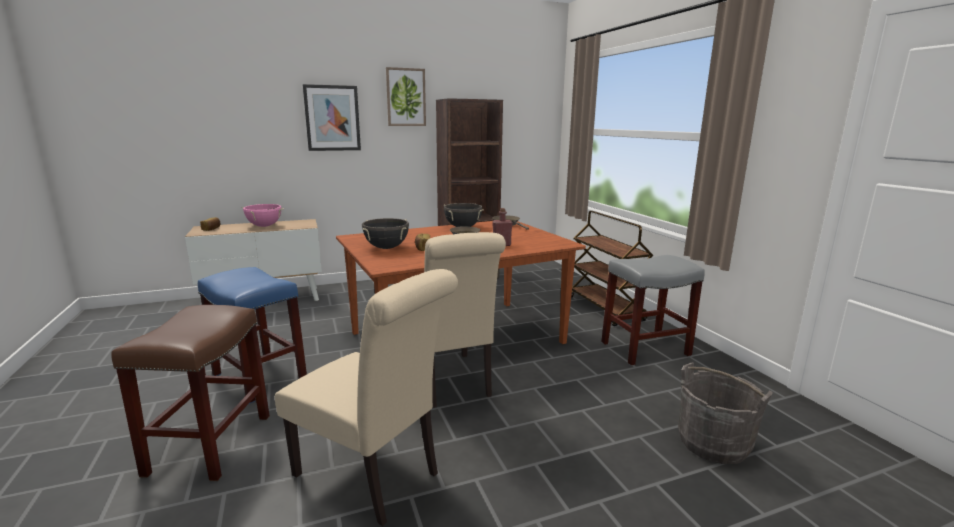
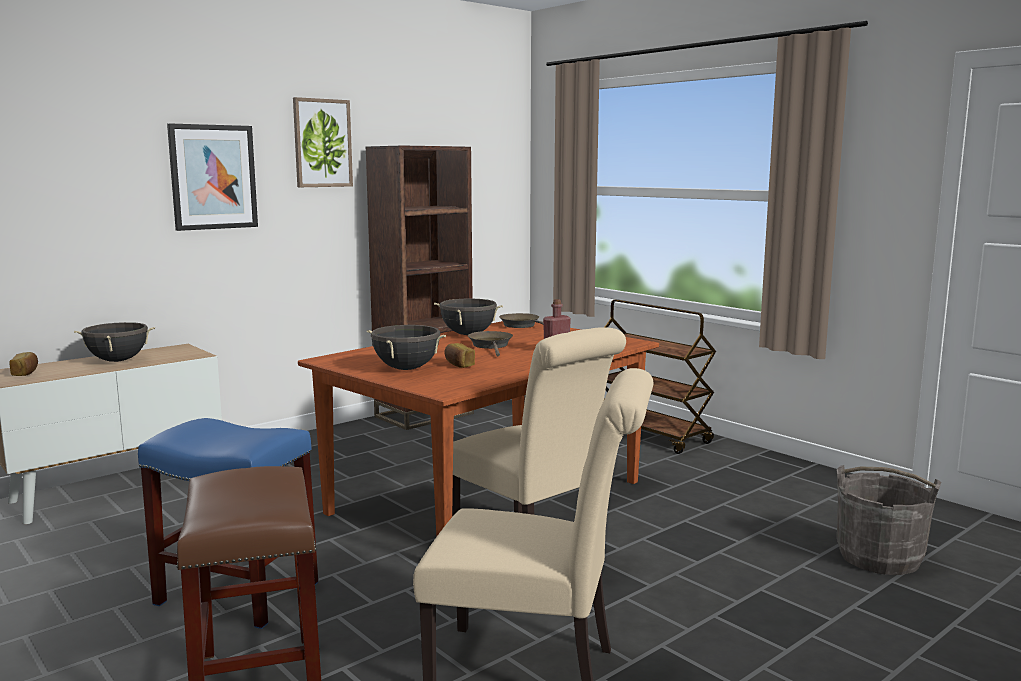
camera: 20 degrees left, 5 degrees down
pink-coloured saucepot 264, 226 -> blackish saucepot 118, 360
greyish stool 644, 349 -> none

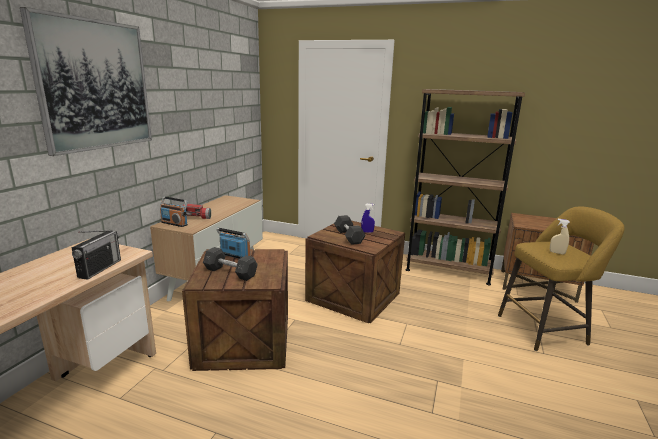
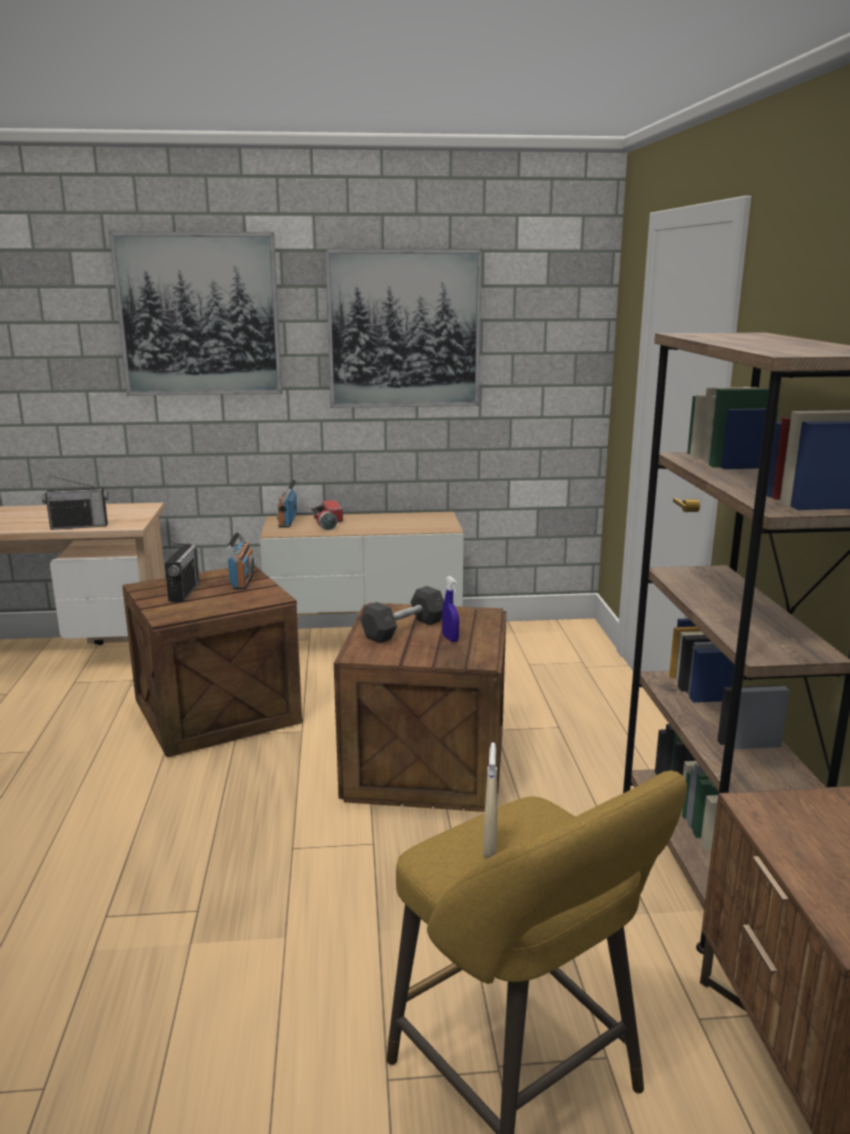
camera: 65 degrees right, 0 degrees up
greyish hand weight 230, 272 -> radio set 184, 592
none -> wall picture 404, 329

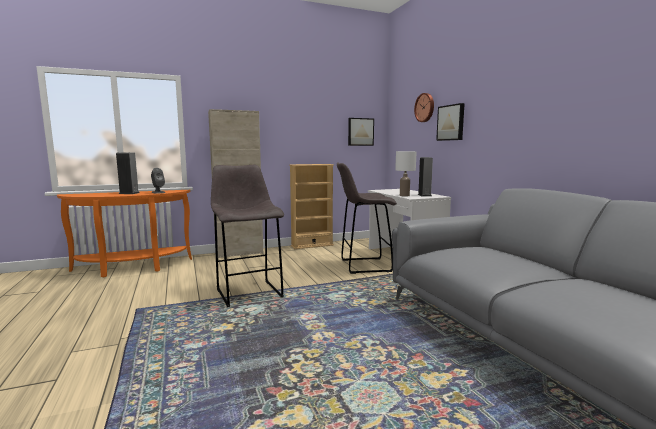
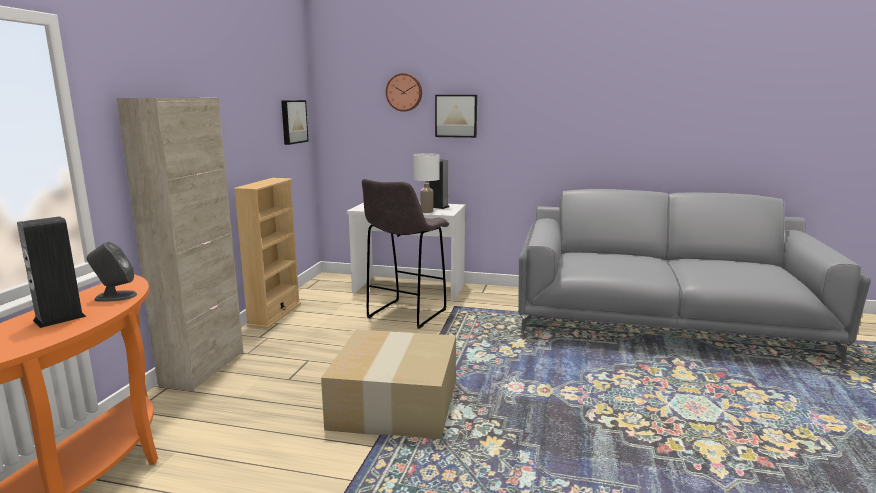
camera: 55 degrees left, 5 degrees up
greyish stool 248, 292 -> cardboard box 393, 402

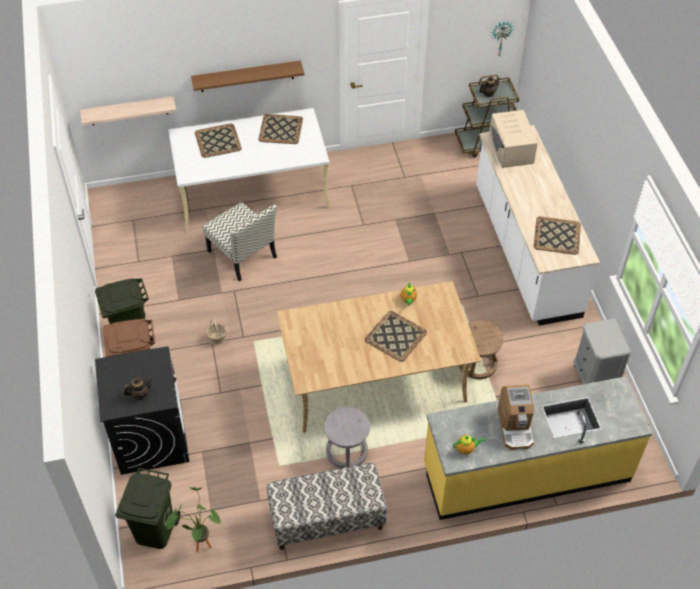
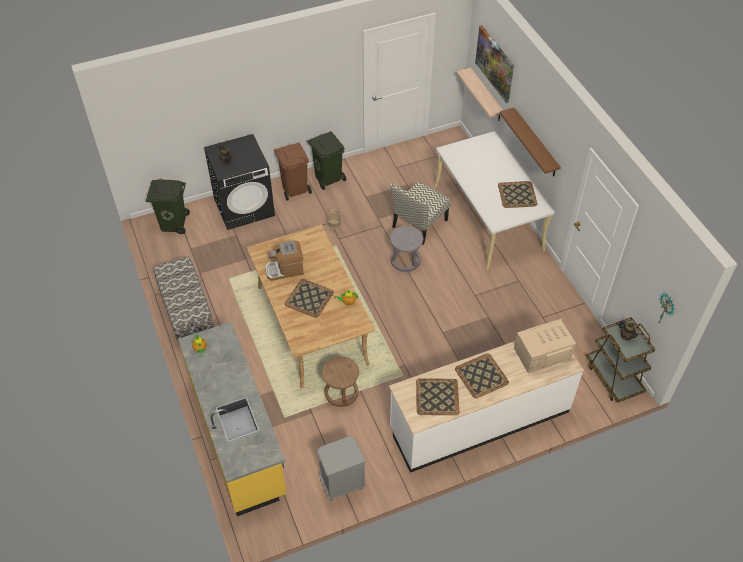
camera: 80 degrees right, 0 degrees up
serving tray 218, 141 -> serving tray 481, 376, relocated
coffee machine 515, 426 -> coffee machine 285, 270, relocated
greyish stool 346, 451 -> greyish stool 405, 260, relocated
plant in a pot 199, 543 -> none
none -> wall picture 495, 63

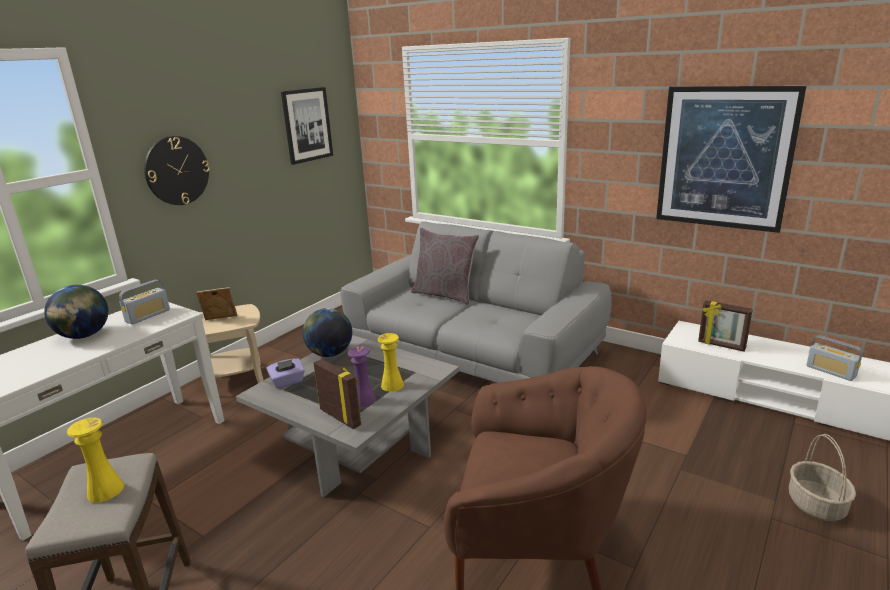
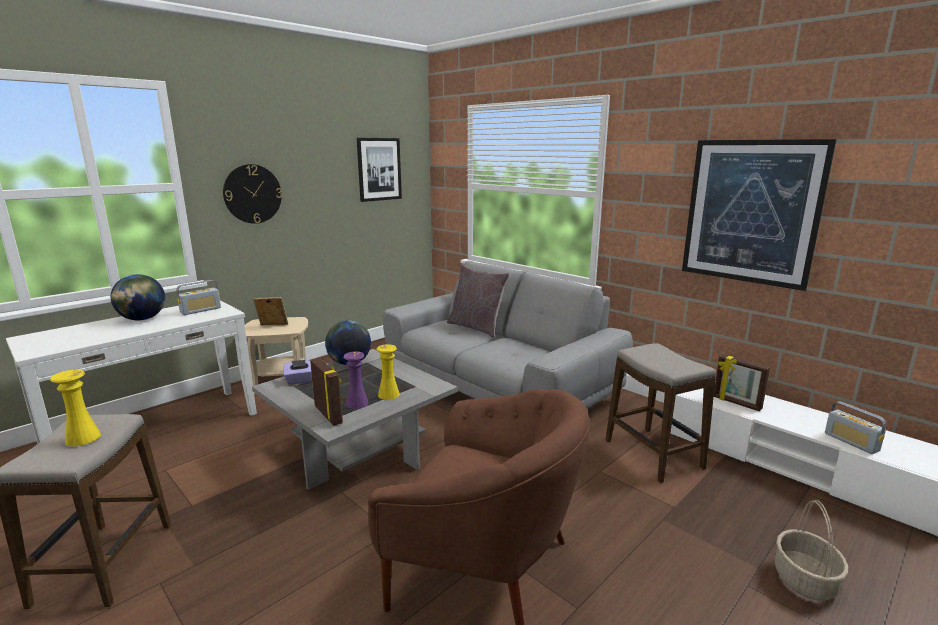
camera: 10 degrees right, 5 degrees down
none -> stool 653, 454

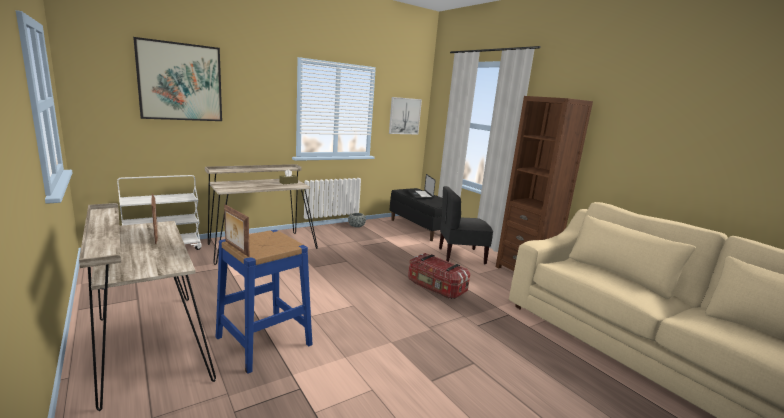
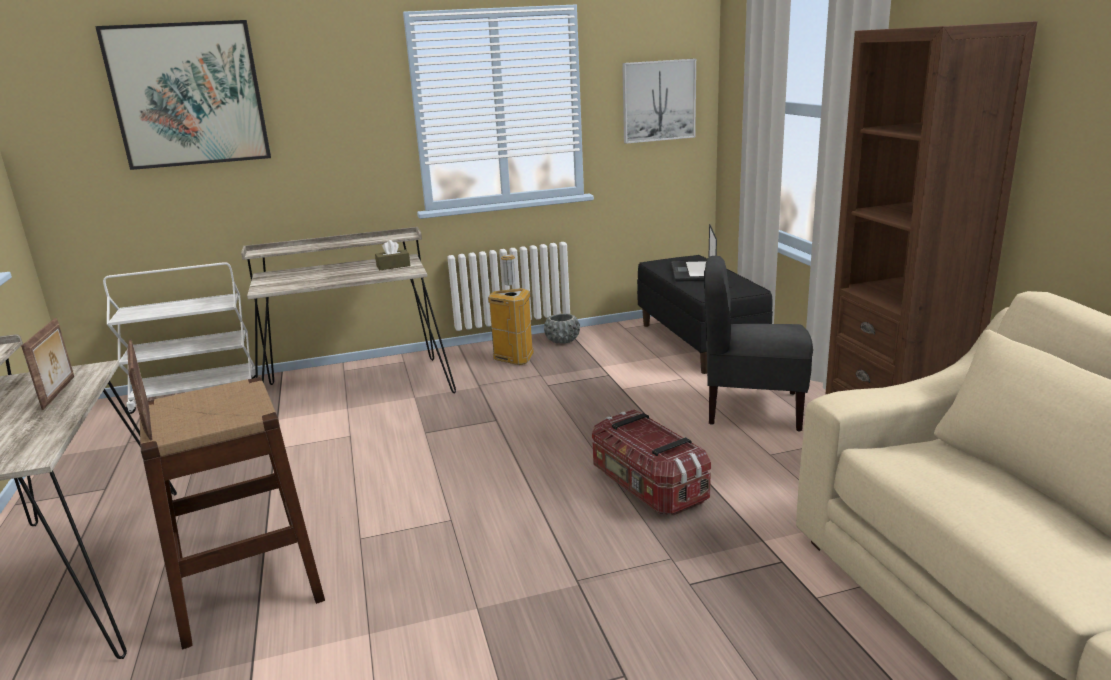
camera: 20 degrees right, 5 degrees up
blue stool 264, 341 -> brownish stool 247, 585
none -> rubbish bin 514, 359

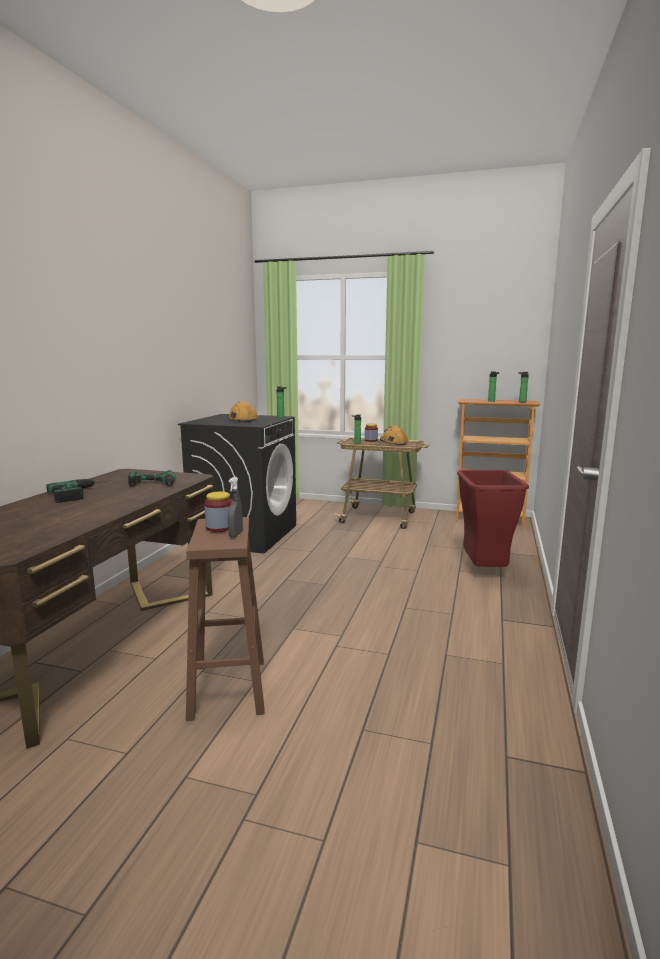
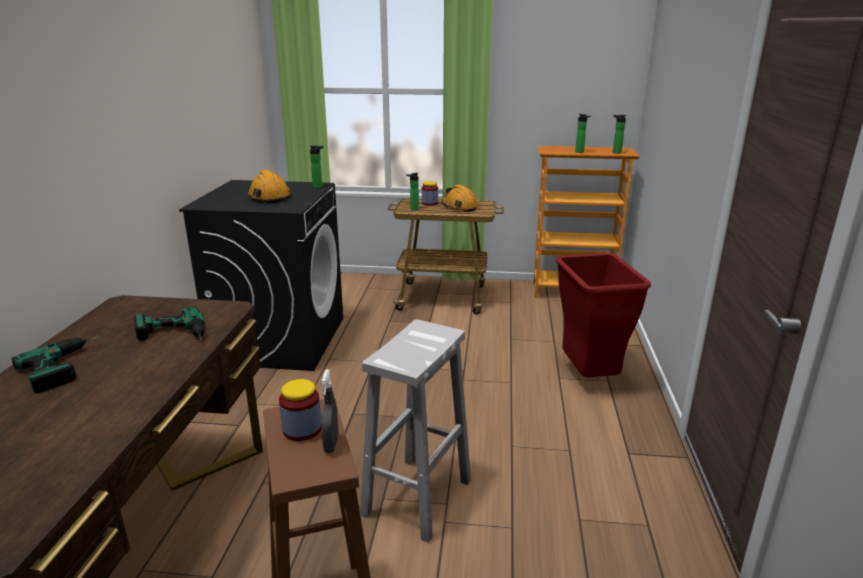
camera: 10 degrees left, 10 degrees up
none -> whitish stool 417, 498

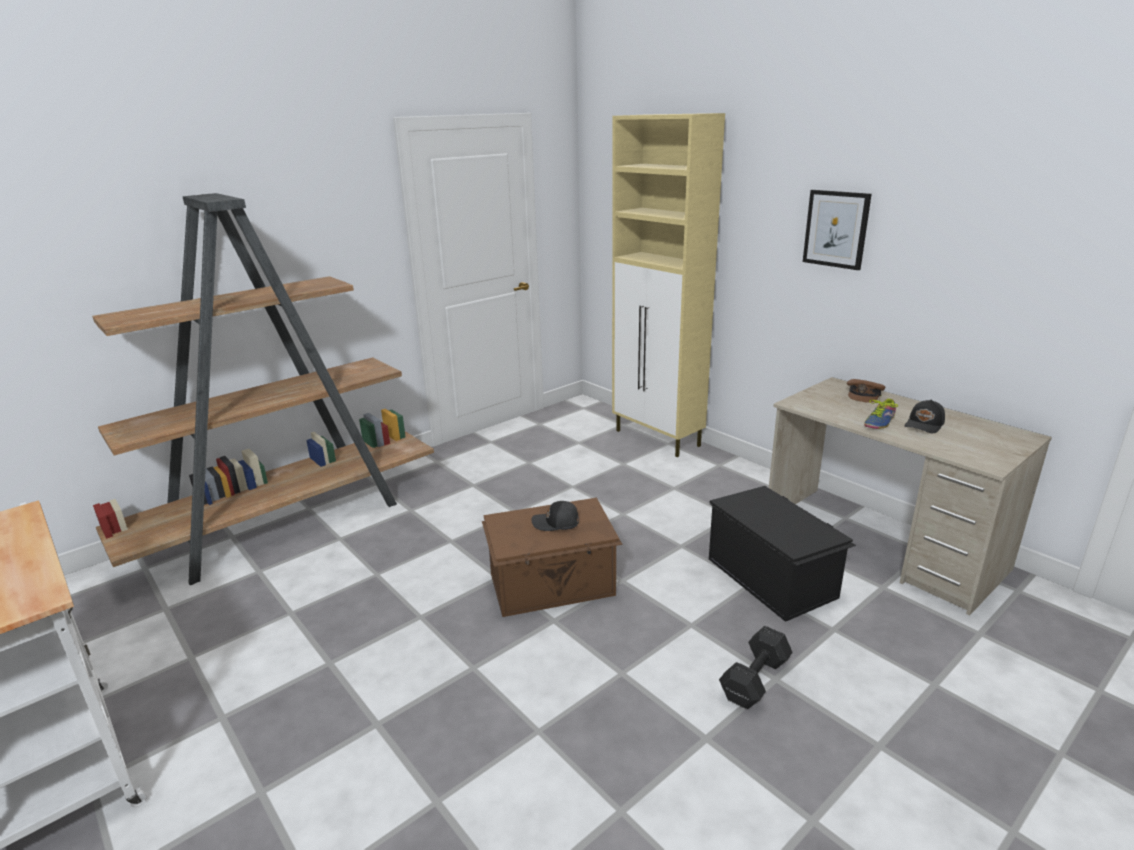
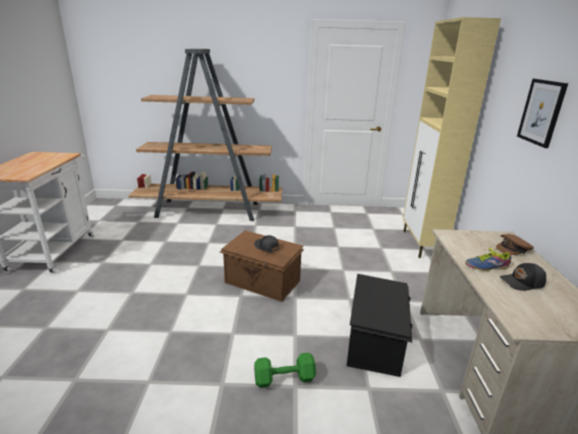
camera: 40 degrees right, 0 degrees up
blackish hand weight 756, 679 -> green hand weight 286, 379

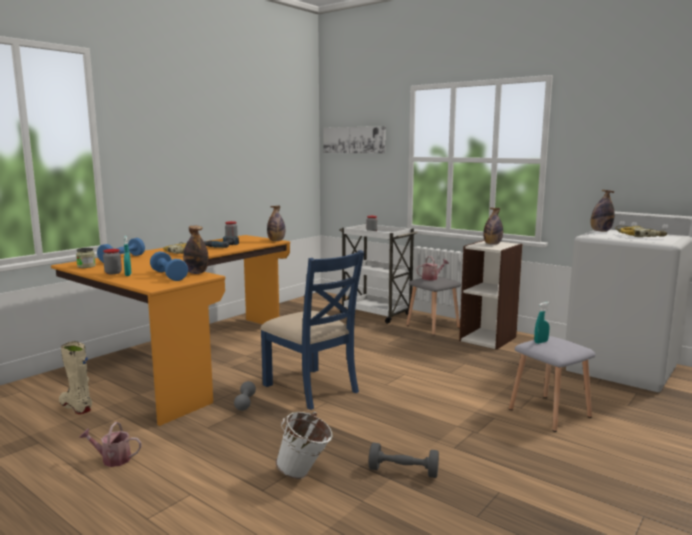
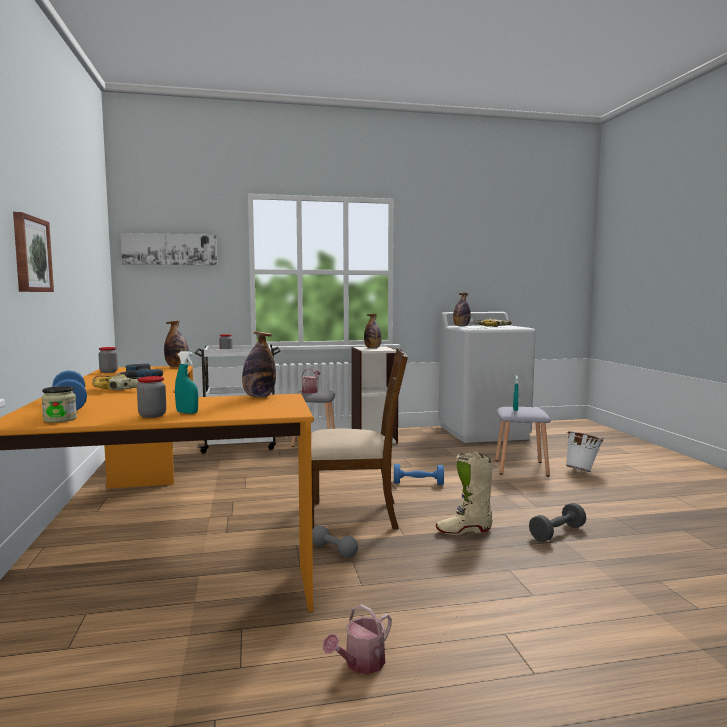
camera: 50 degrees left, 5 degrees down
blue chair 312, 388 -> brownish chair 353, 515
blue hand weight 169, 276 -> blue hand weight 418, 483, relocated
beige high-top boot 76, 407 -> beige high-top boot 463, 530, relocated
whitish water bucket 305, 474 -> whitish water bucket 582, 471, relocated
none -> wall picture 31, 254

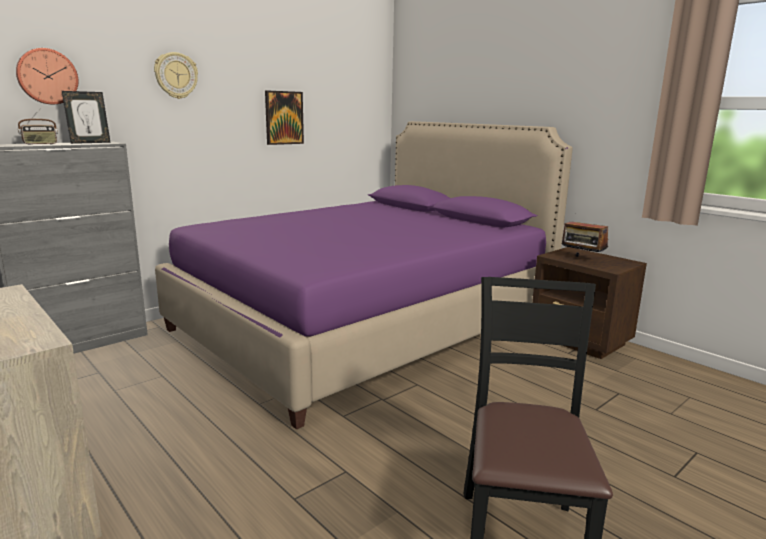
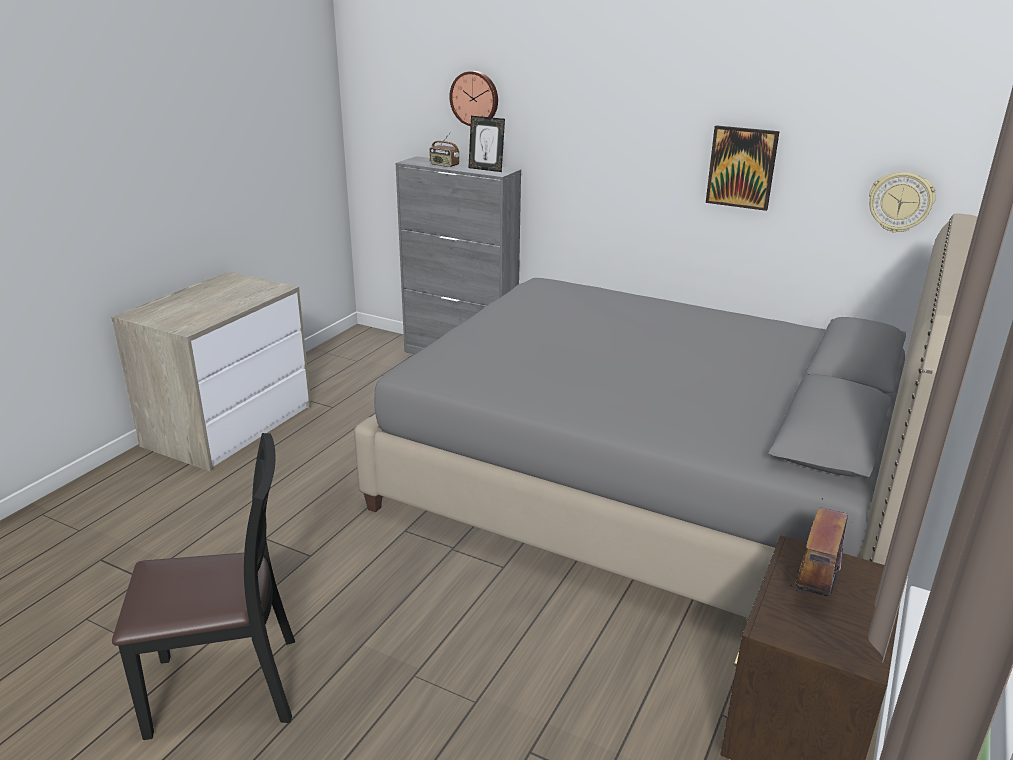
camera: 70 degrees right, 10 degrees up
clock on the wall 176, 75 -> clock on the wall 900, 202, relocated
purple sleeping bed 365, 324 -> greyish sleeping bed 647, 490

